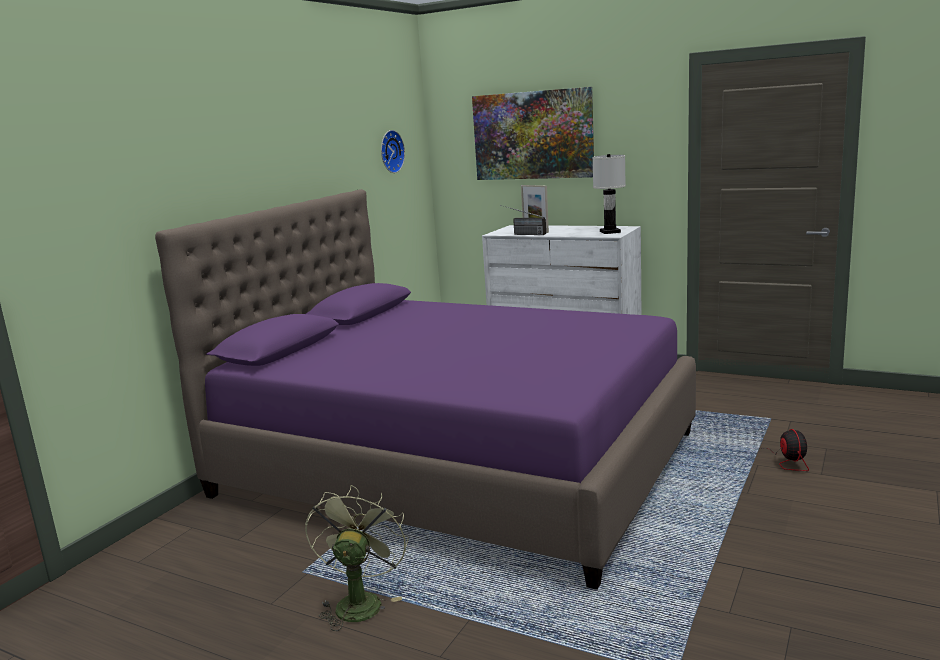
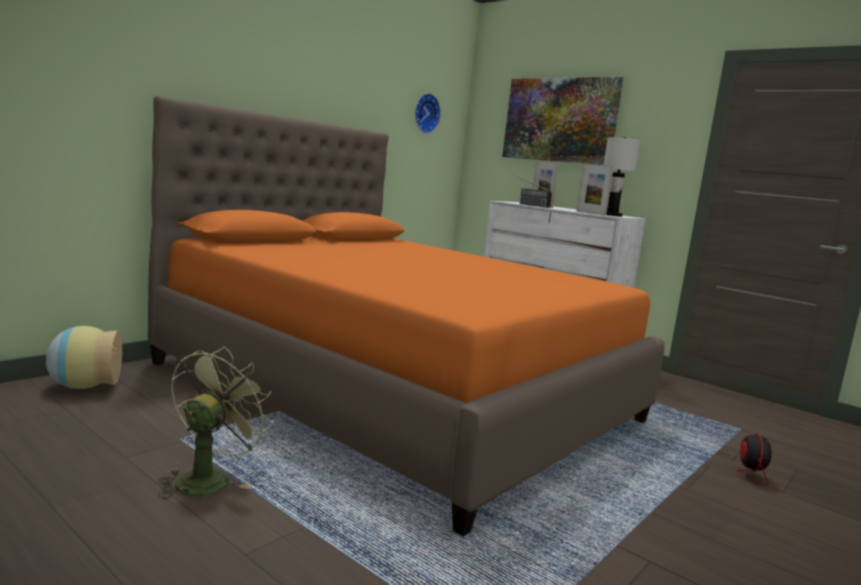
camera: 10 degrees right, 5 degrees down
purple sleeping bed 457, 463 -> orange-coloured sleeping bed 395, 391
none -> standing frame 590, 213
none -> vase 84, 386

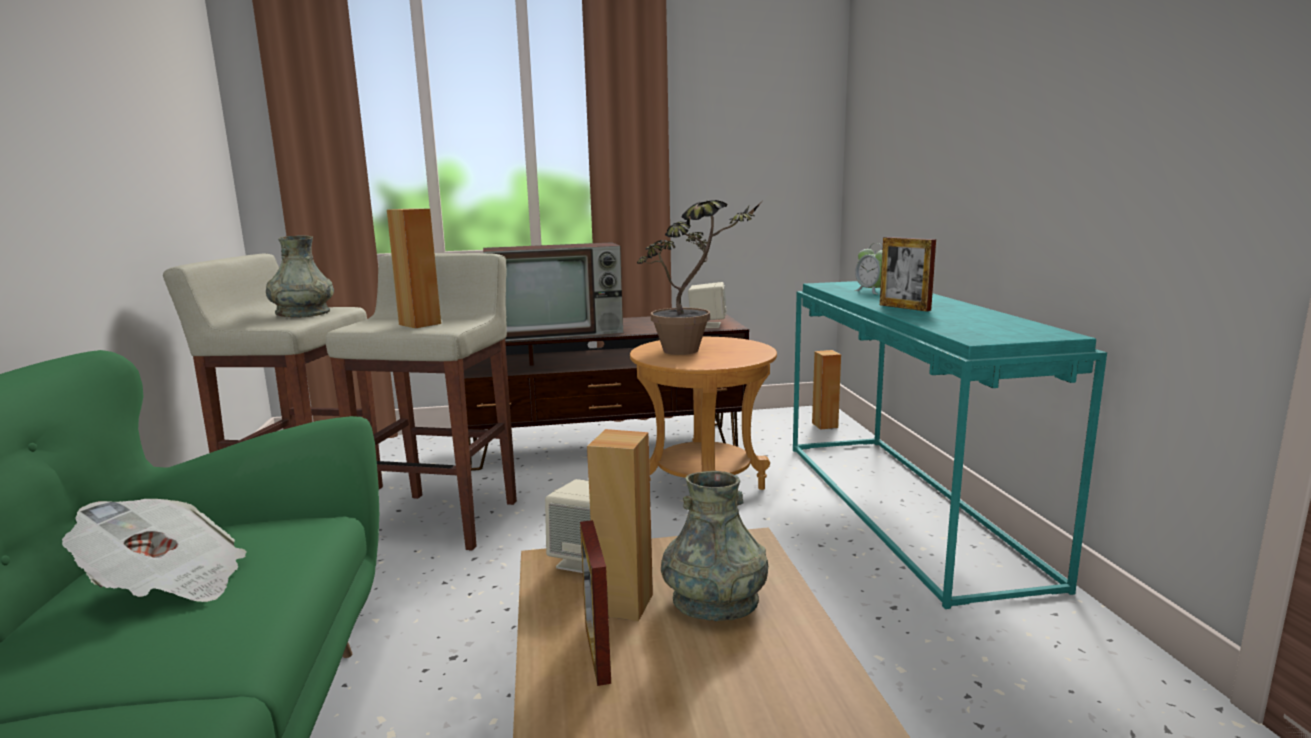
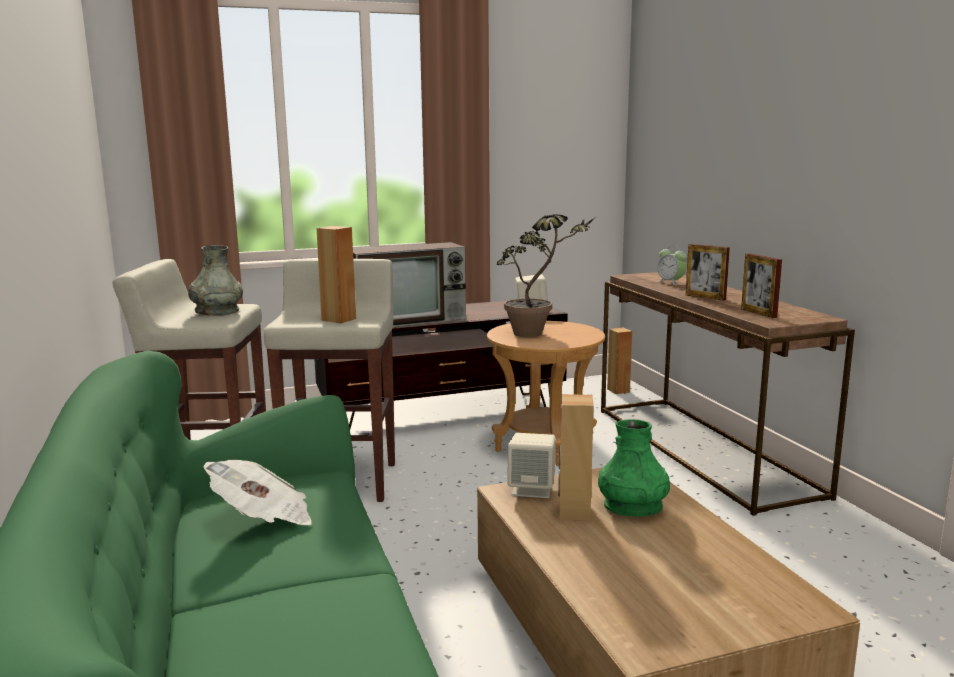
camera: 10 degrees left, 0 degrees up
blue-green narrow table 906, 507 -> brownish narrow table 704, 450
greyish vase 715, 601 -> green vase 633, 507
standing frame 597, 653 -> standing frame 758, 313, relocated

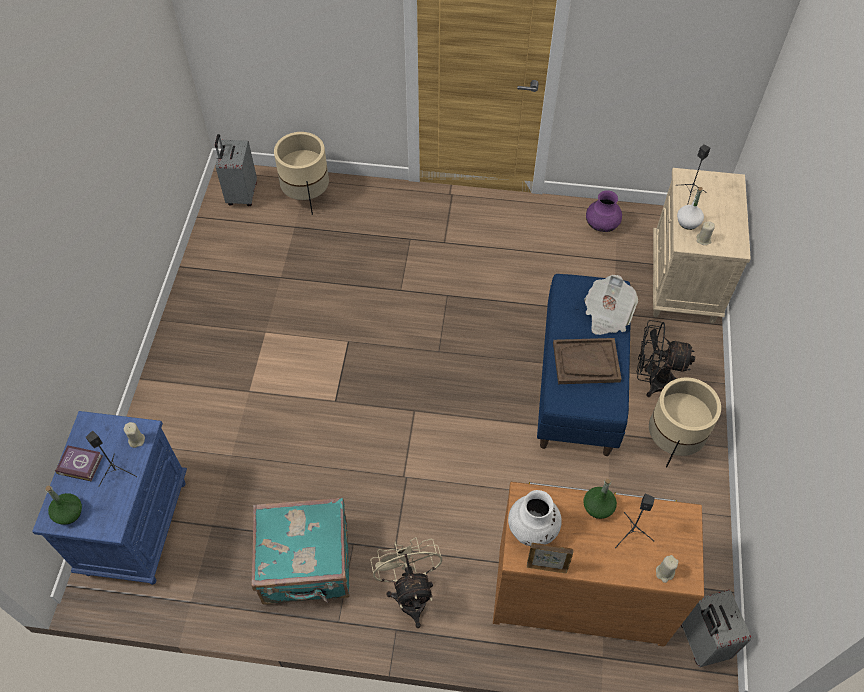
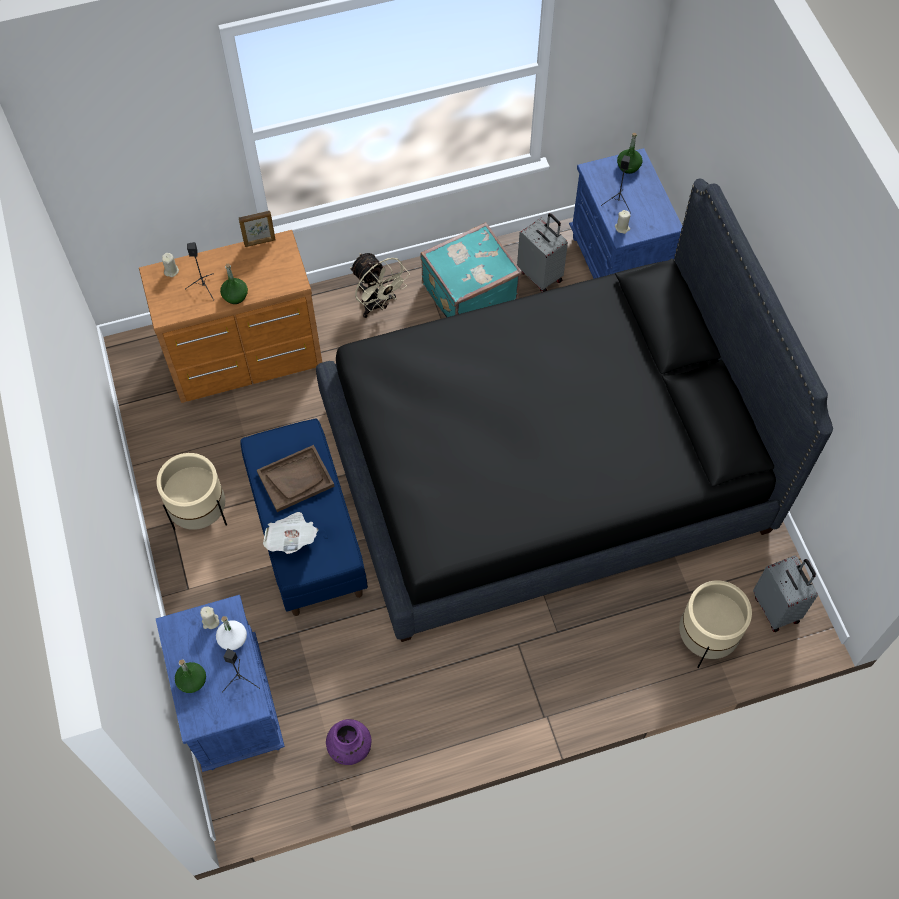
camera: 155 degrees right, 5 degrees up
beige nightstand 684, 283 -> blue nightstand 231, 705
blackish cooling fan 653, 380 -> none
volume 80, 464 -> none
whitish vase 532, 529 -> none
greyish piece of luggage 701, 641 -> greyish piece of luggage 541, 275, relocated
none -> blackish sleeping bed 545, 468
none -> green bottle 192, 681

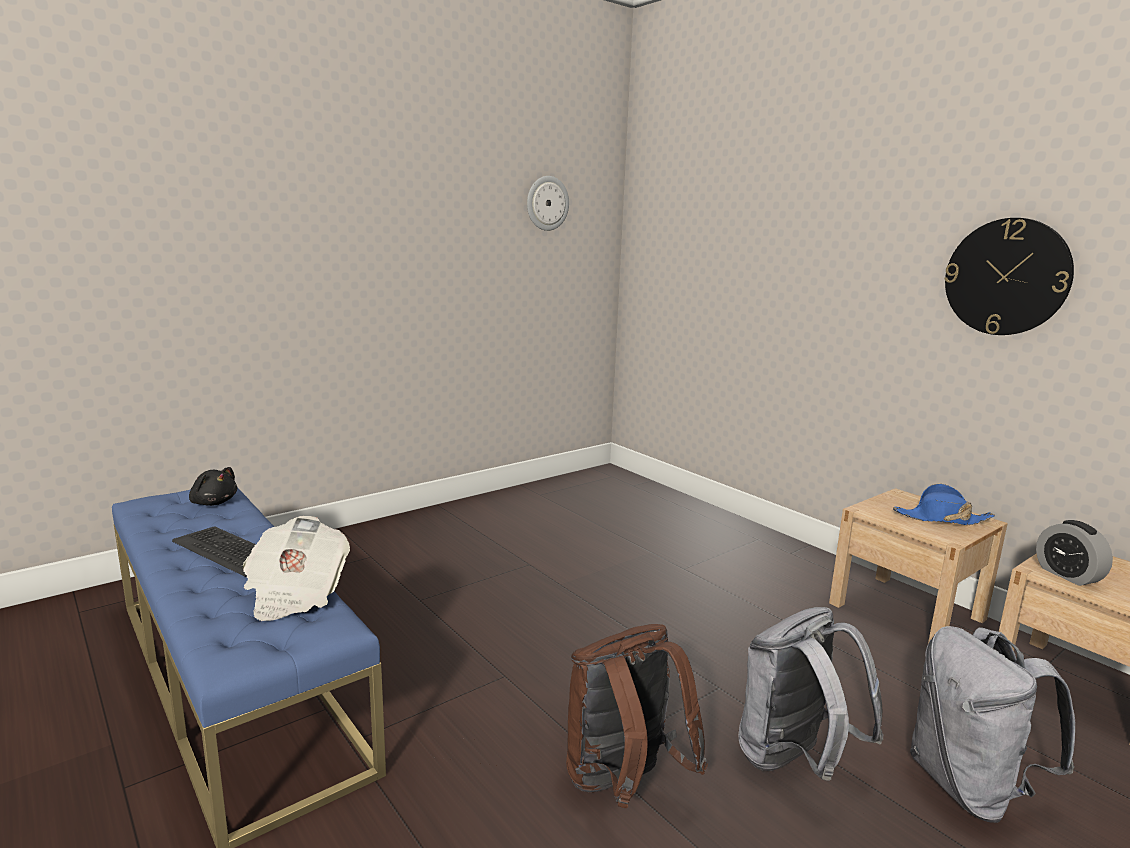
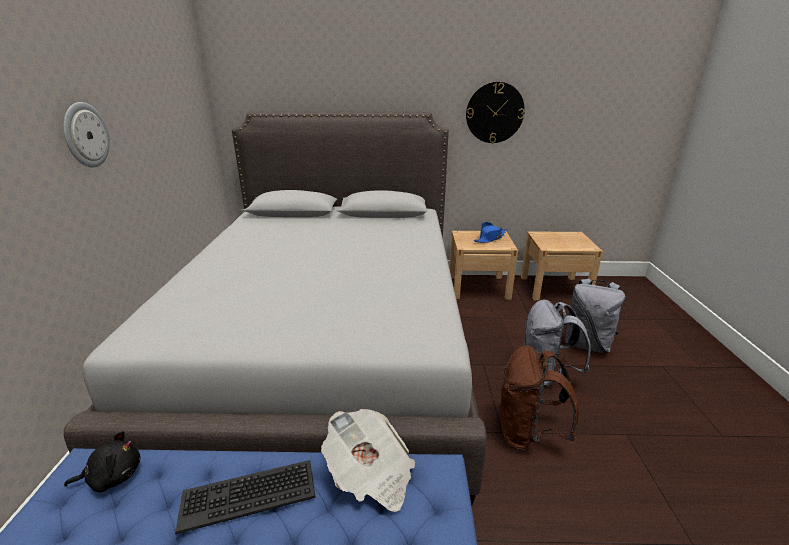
camera: 50 degrees left, 10 degrees up
clock on the wall 547, 203 -> clock on the wall 85, 135, relocated
bedside clock 1067, 575 -> none
none -> greyish sleeping bed 328, 351

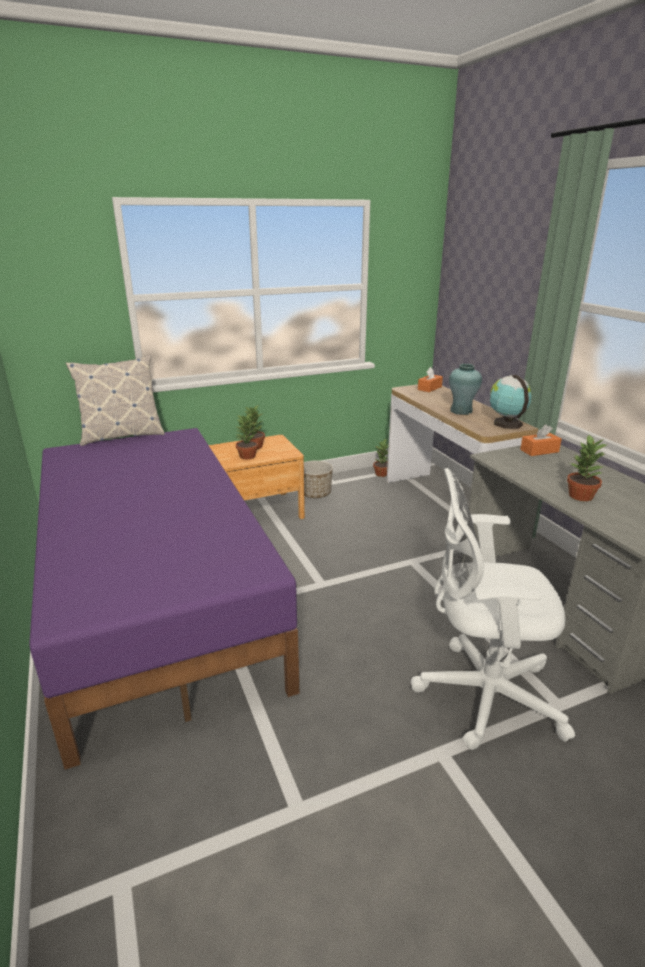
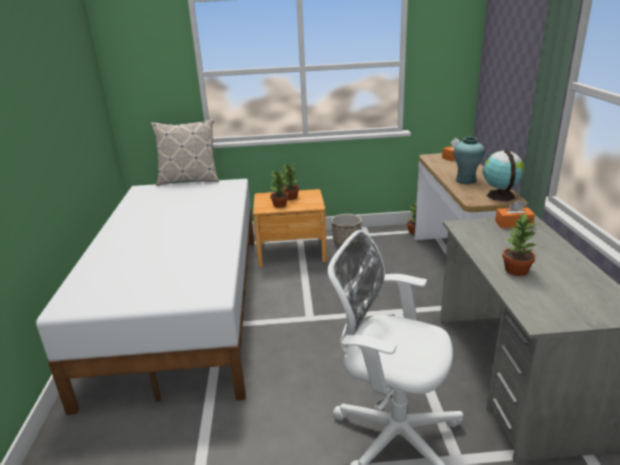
camera: 20 degrees right, 0 degrees up
purple sleeping bed 158, 596 -> whitish sleeping bed 185, 307

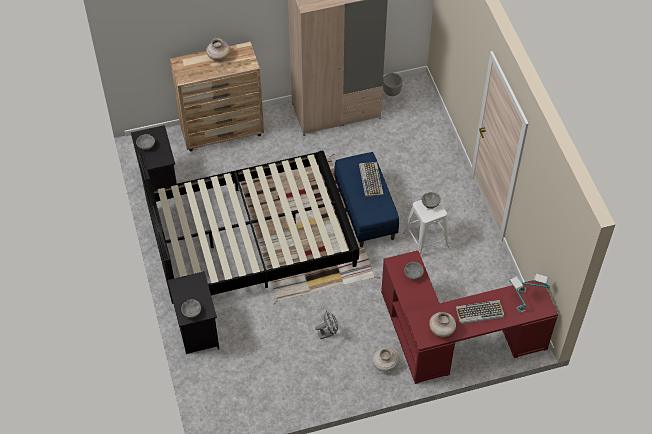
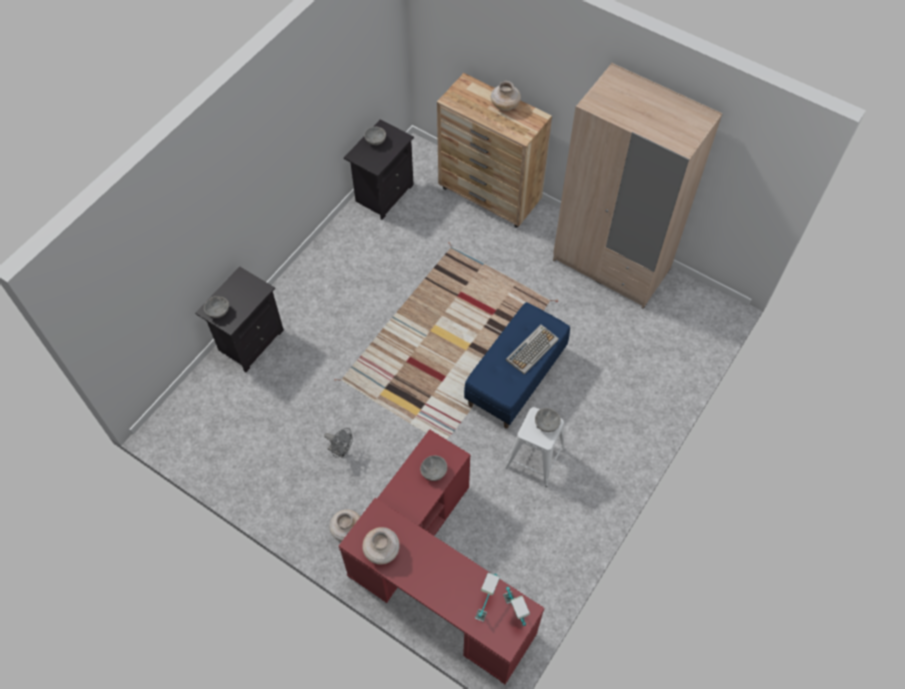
camera: 50 degrees right, 5 degrees up
flower pot 391, 92 -> none
blackish sleeping bed 251, 237 -> none
keyboard 479, 313 -> none

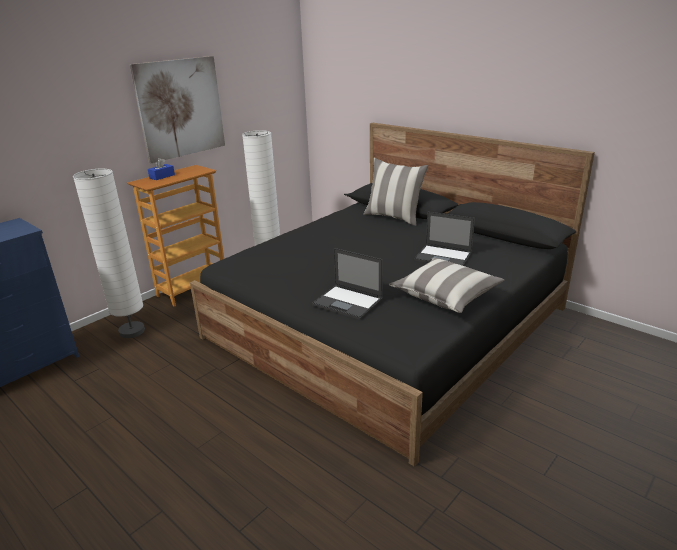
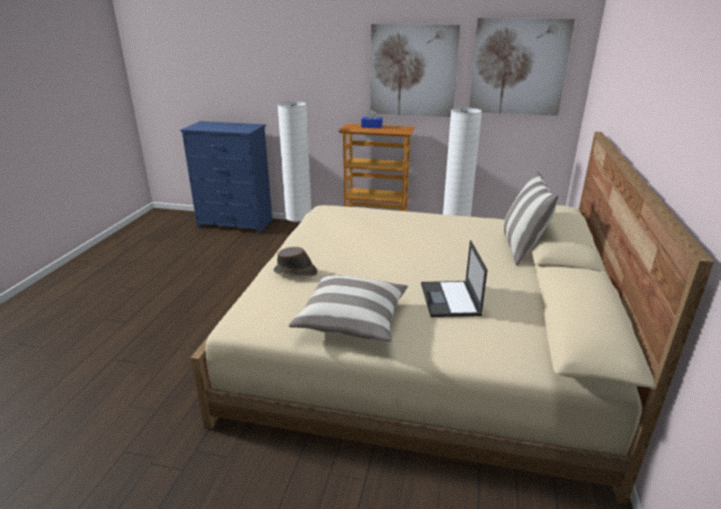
camera: 60 degrees right, 0 degrees up
blackish sleeping bed 388, 322 -> beige sleeping bed 421, 346
portable computer 348, 302 -> brownish hat 296, 272
none -> wall picture 518, 67

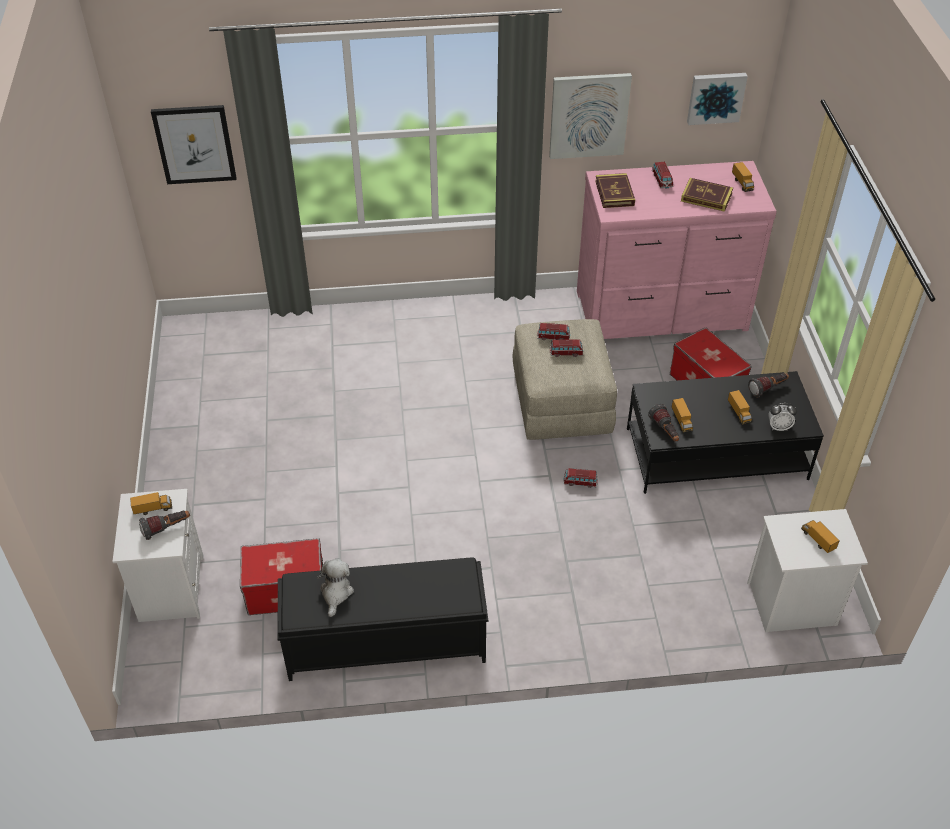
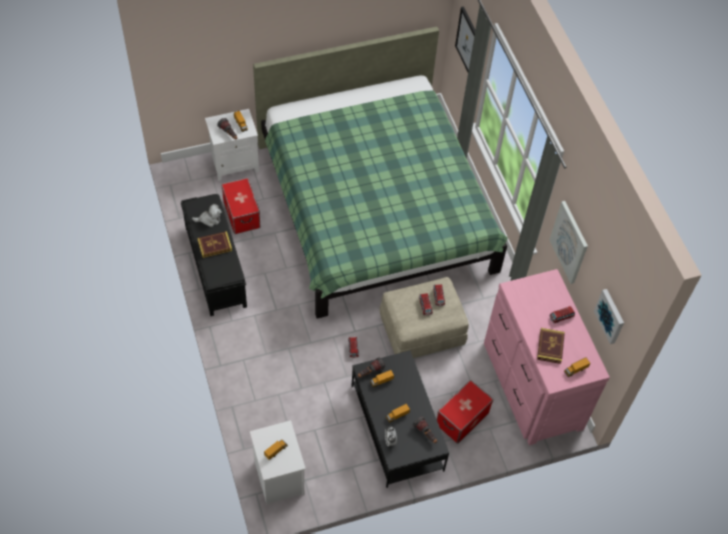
camera: 75 degrees right, 10 degrees up
volume 614, 193 -> volume 215, 245, relocated
none -> green sleeping bed 374, 208

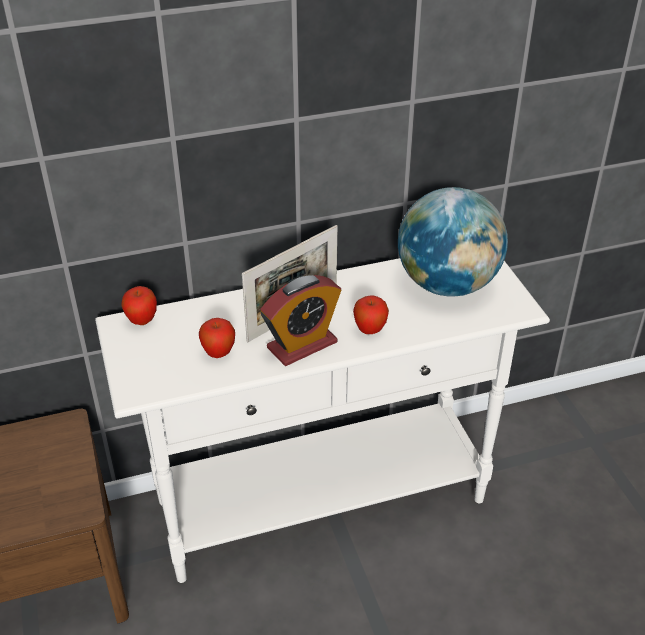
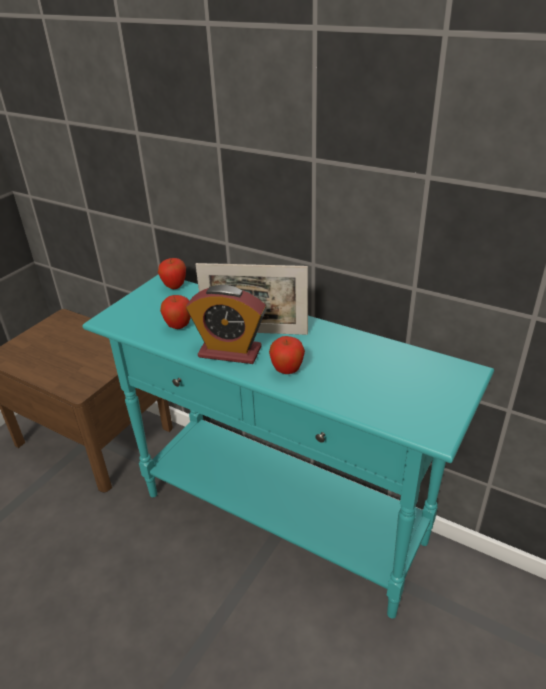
camera: 50 degrees right, 5 degrees down
desk globe 447, 285 -> none
whitish narrow table 323, 502 -> blue-green narrow table 282, 519

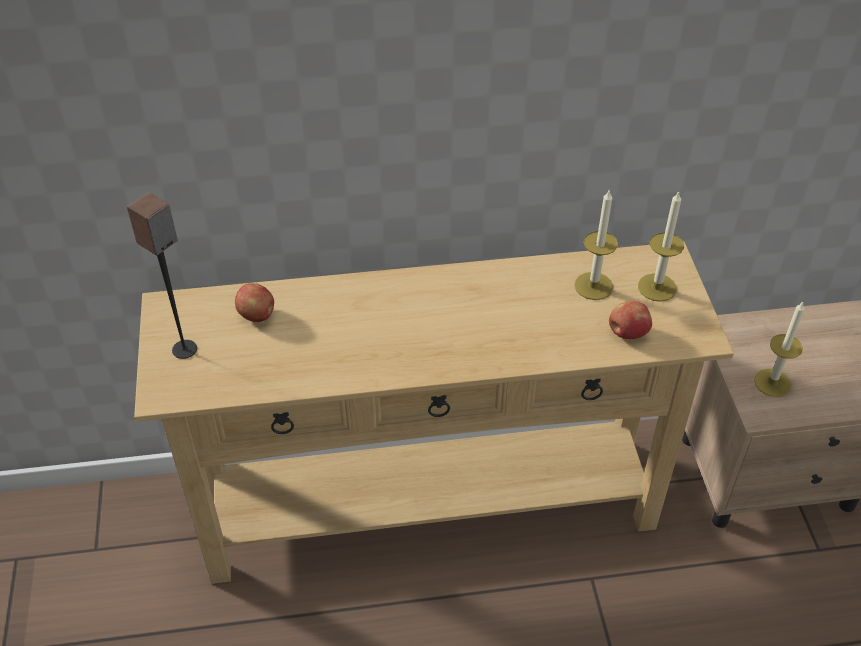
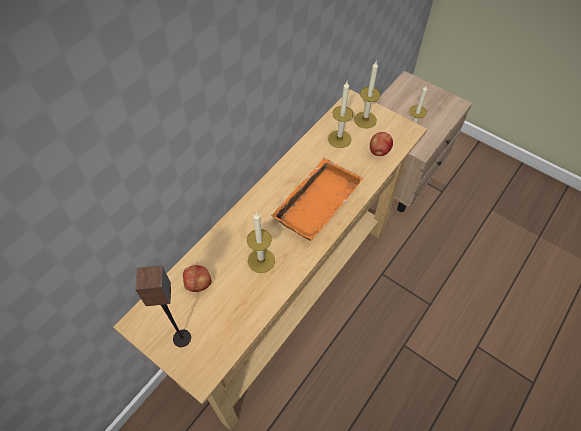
camera: 45 degrees left, 10 degrees up
none -> orange-coloured serving tray 316, 201
none -> wax candle 261, 260

